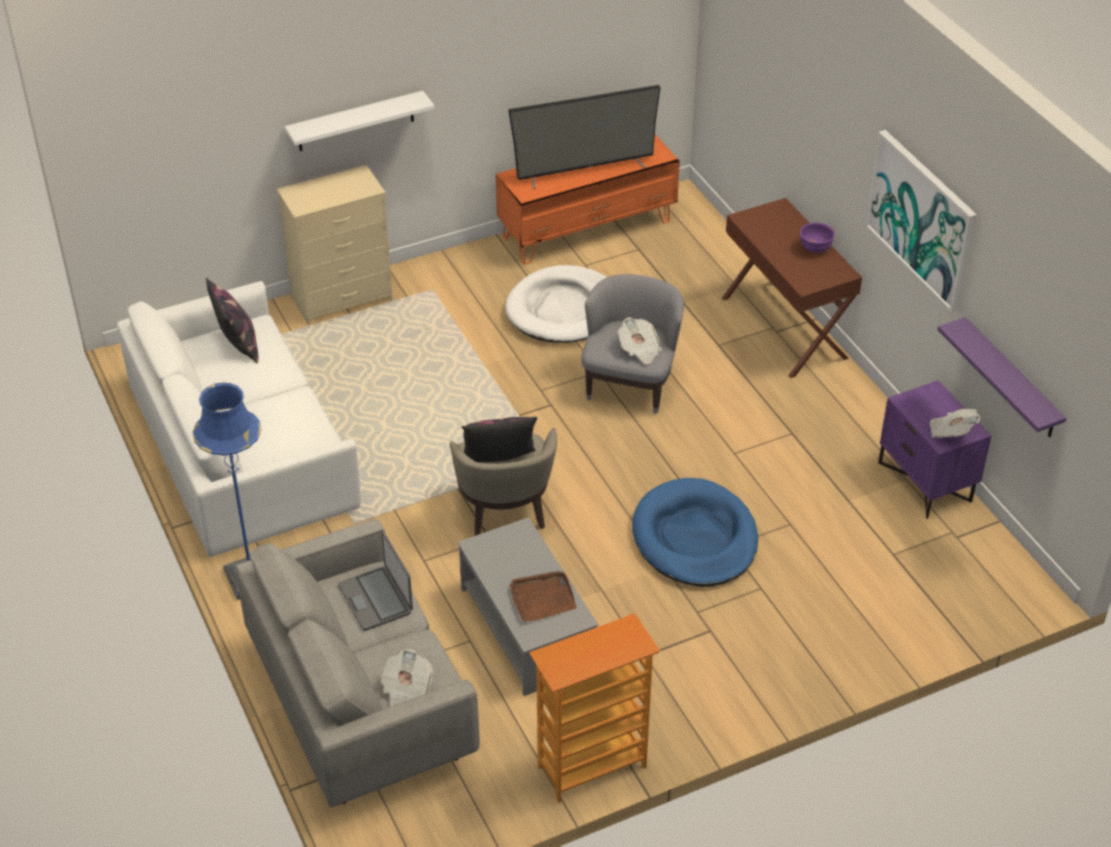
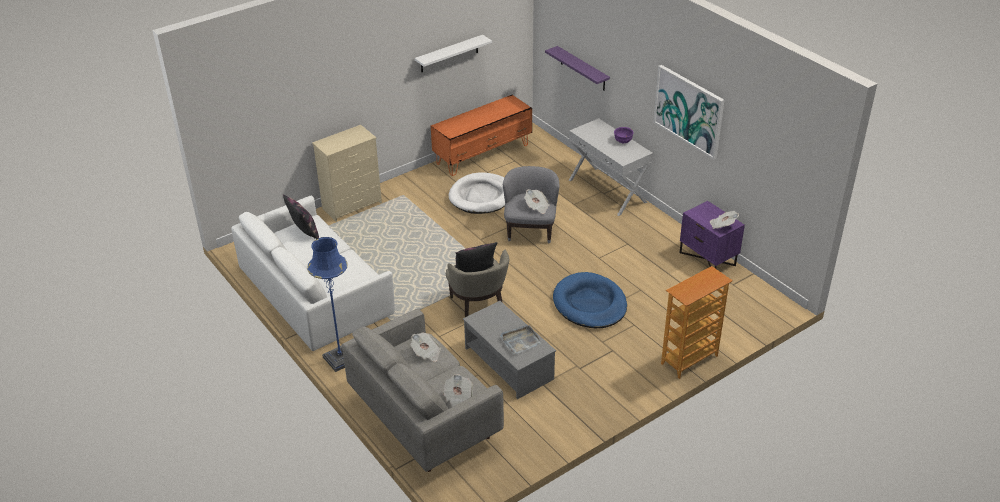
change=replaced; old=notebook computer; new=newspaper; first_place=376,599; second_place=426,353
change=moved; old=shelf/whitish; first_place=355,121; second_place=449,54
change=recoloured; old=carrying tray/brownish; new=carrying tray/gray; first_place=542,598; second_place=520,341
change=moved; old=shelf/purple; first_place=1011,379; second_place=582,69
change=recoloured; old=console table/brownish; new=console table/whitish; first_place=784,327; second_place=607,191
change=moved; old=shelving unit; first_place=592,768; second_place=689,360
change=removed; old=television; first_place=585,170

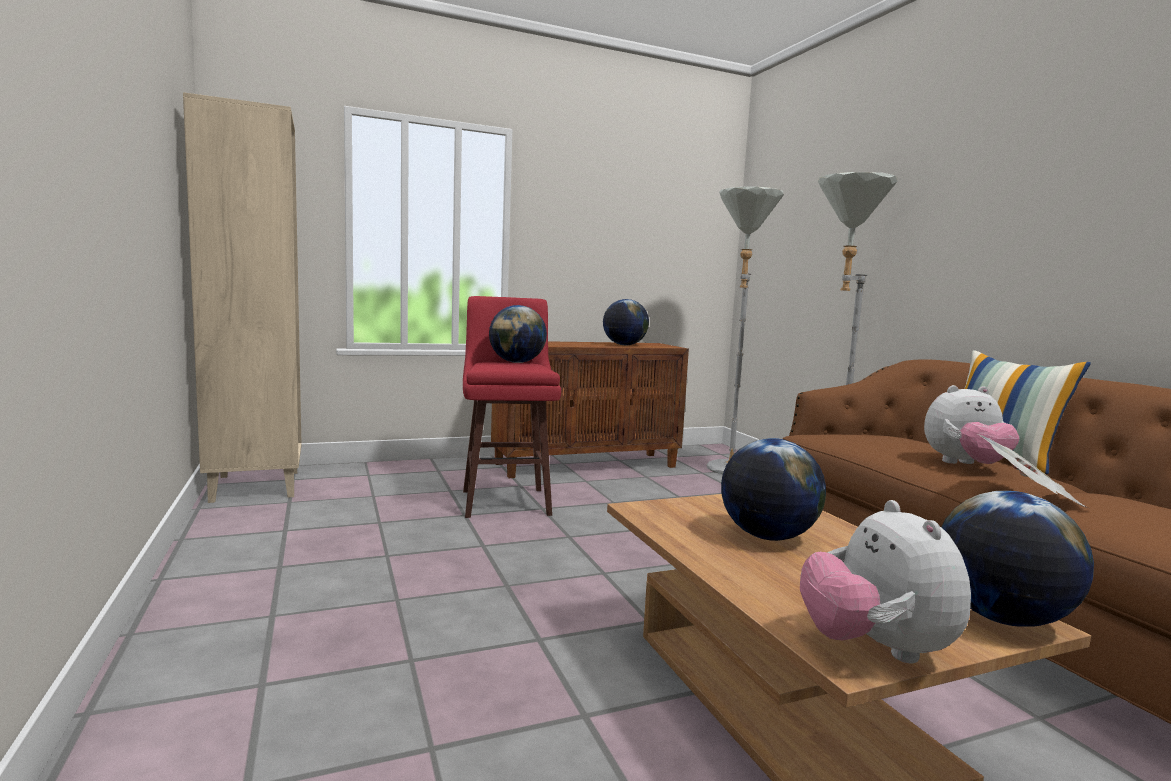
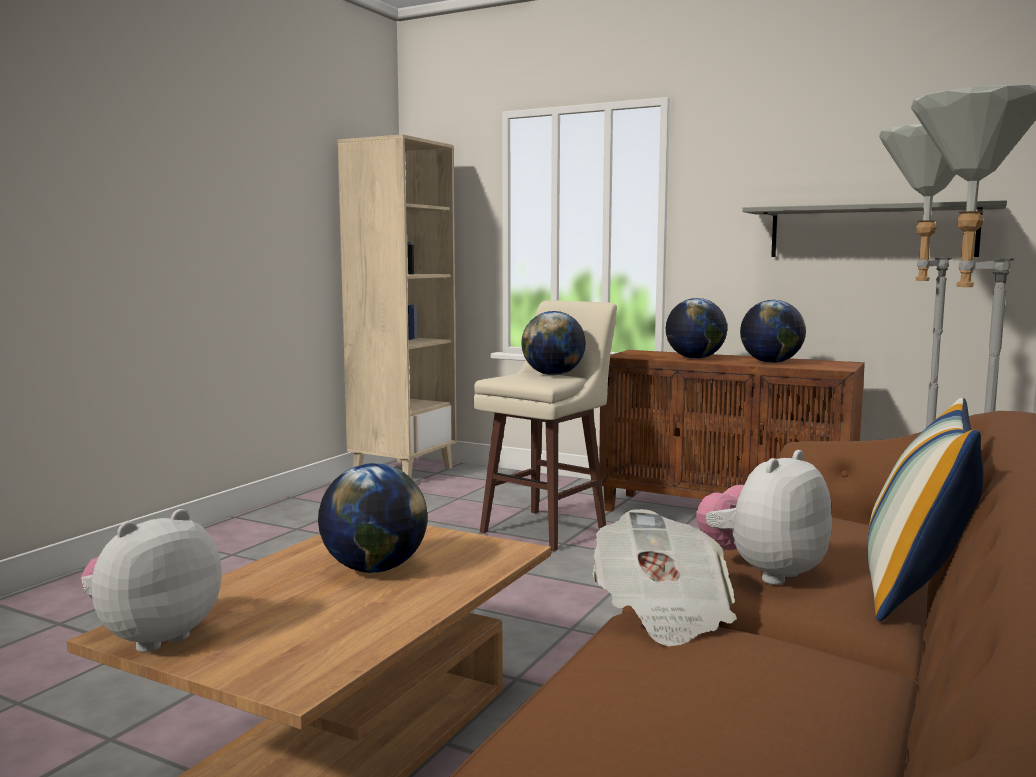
change=recoloured; old=stool/red; new=stool/sand-coloured; first_place=506,501; second_place=547,529
change=moved; old=globe; first_place=1001,618; second_place=695,358
change=turned; old=soft toy; first_place=965,465; second_place=764,573; degrees=90
change=added; new=shelf/gray; second_place=871,232

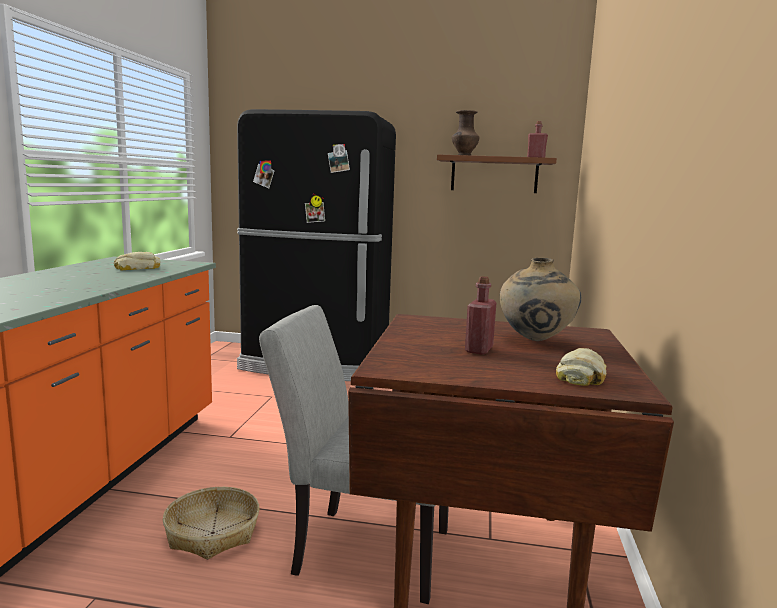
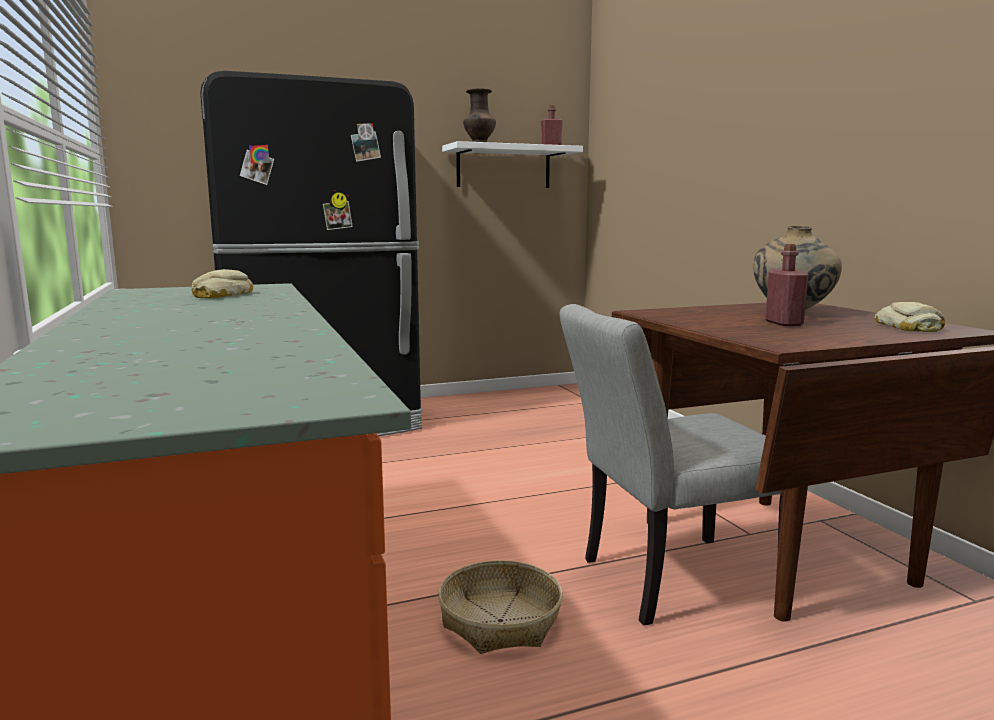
change=recoloured; old=shelf/brownish; new=shelf/whitish; first_place=494,175; second_place=503,167

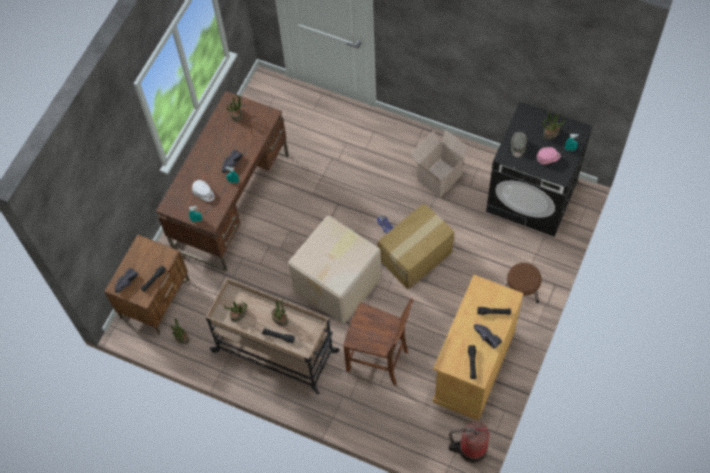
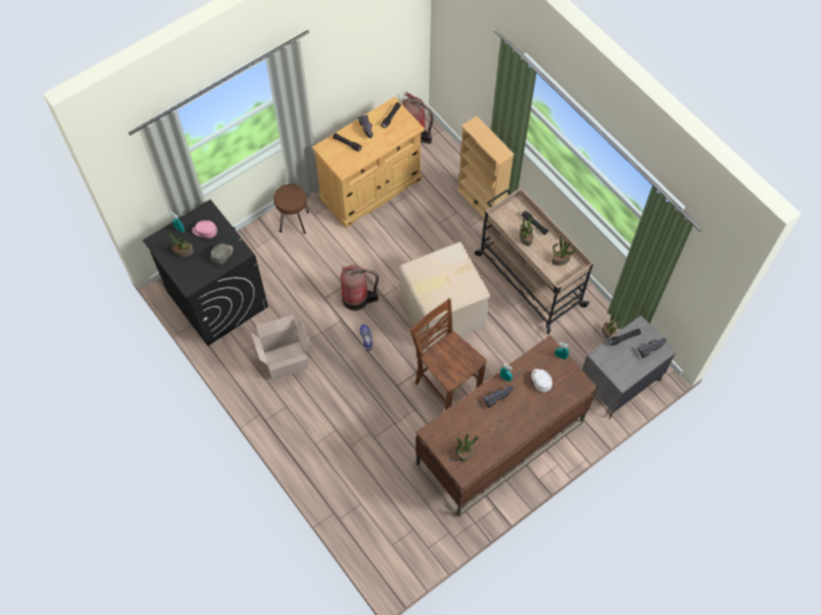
change=replaced; old=cardboard box; new=extinguisher; first_place=416,256; second_place=357,299
change=moved; old=upright chair/brownish; first_place=379,361; second_place=446,388
change=added; new=shelving unit/sand-coloured; second_place=481,203
change=recoloured; old=night table/brownish; new=night table/gray; first_place=155,298; second_place=618,382

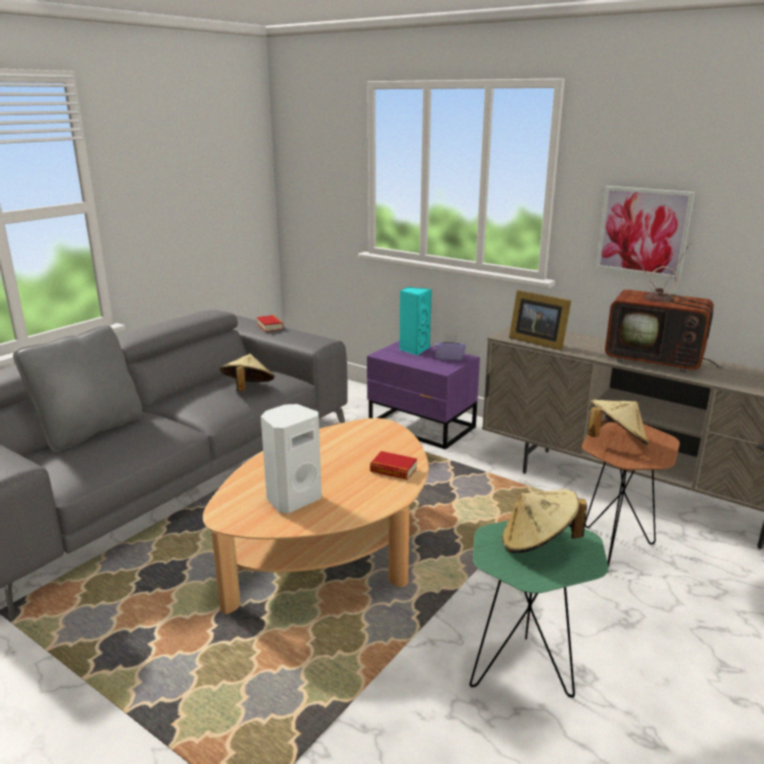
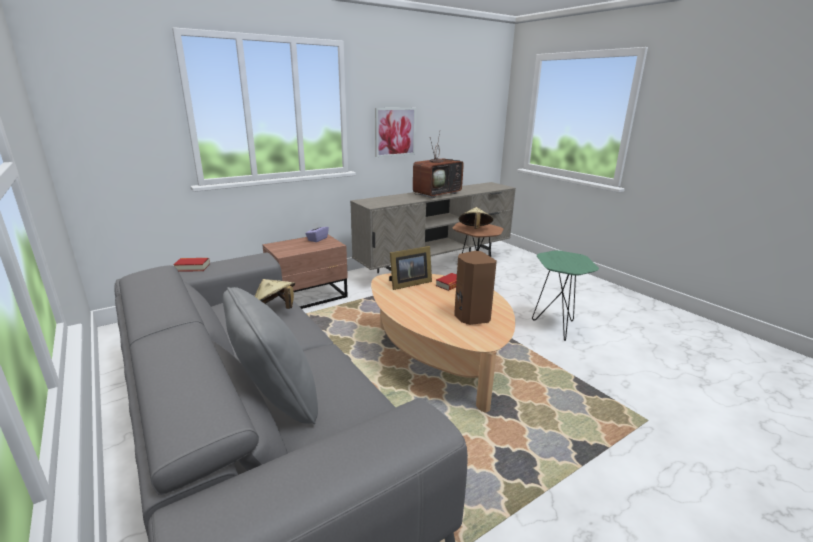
change=recoloured; old=night table/purple; new=night table/brownish; first_place=422,427; second_place=309,297
change=moved; old=standing frame; first_place=536,341; second_place=408,284
change=recoloured; old=audio speaker/whitish; new=audio speaker/brownish; first_place=292,499; second_place=470,317
change=removed; old=audio speaker/turquoise; first_place=414,349
change=removed; old=hat/sand-coloured; first_place=538,544

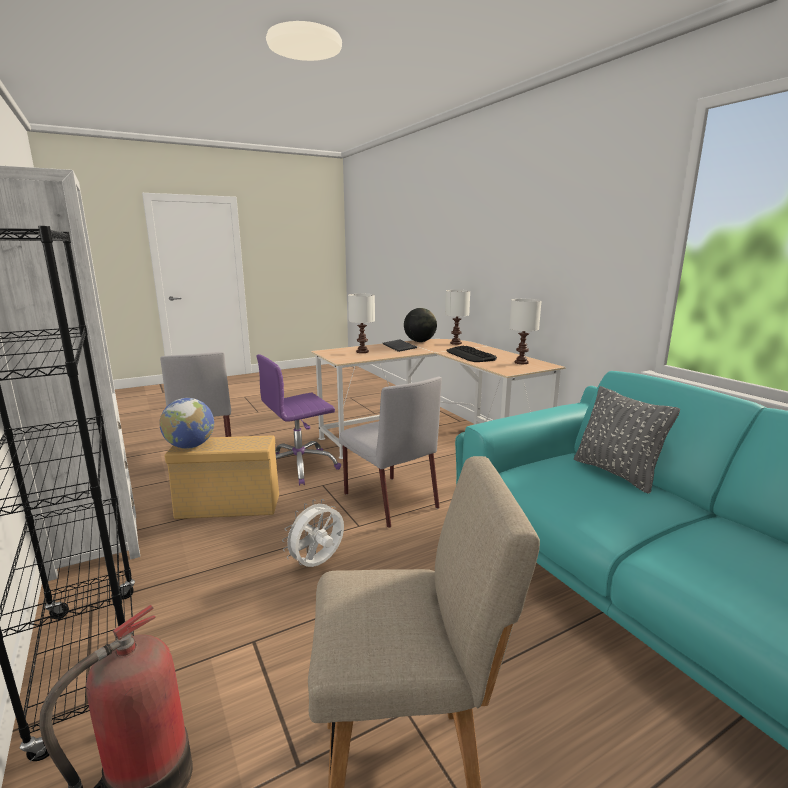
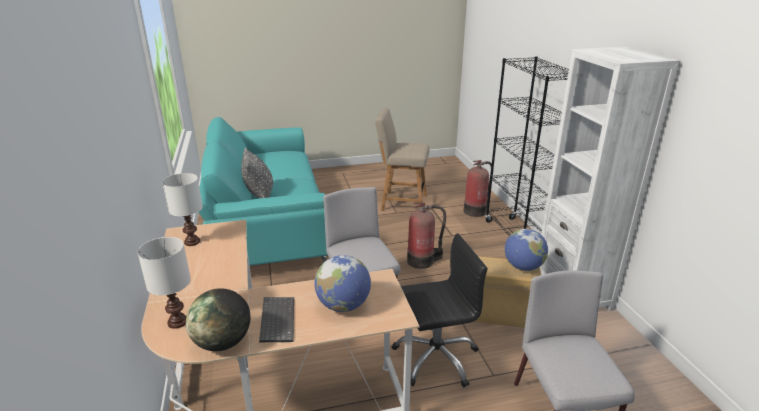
change=replaced; old=tabletop lamp/whitish; new=globe; first_place=363,352; second_place=343,306
change=recoloured; old=desk chair/purple; new=desk chair/black-coloured; first_place=299,467; second_place=435,358
change=replaced; old=cooling fan/whitish; new=extinguisher; first_place=318,564; second_place=422,261
change=removed; old=keyboard; first_place=470,355

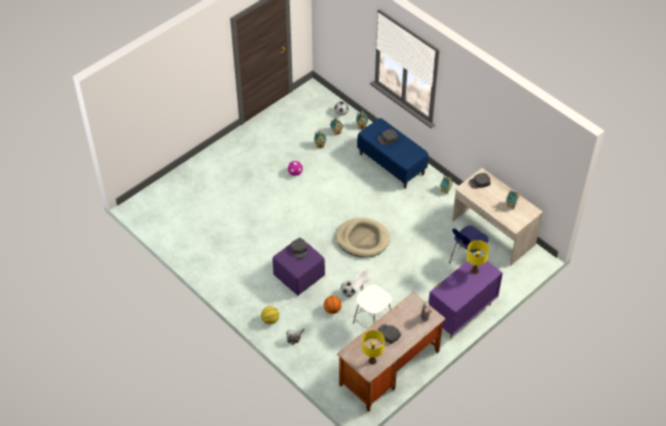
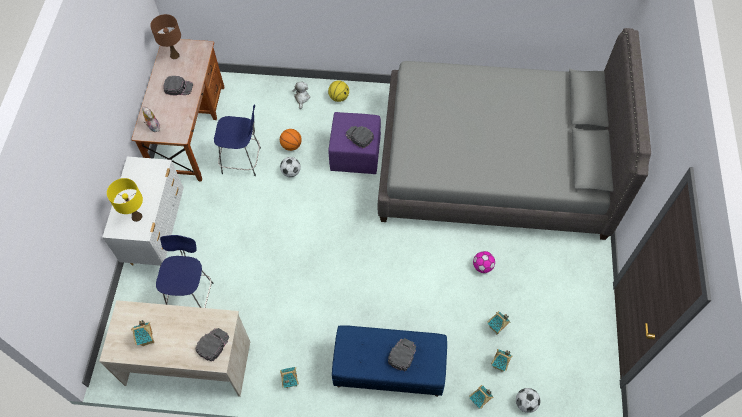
change=recoloured; old=chest of drawers/purple; new=chest of drawers/whitish; first_place=461,314; second_place=157,231
change=recoloured; old=tabletop lamp/yellowish; new=tabletop lamp/brownish; first_place=372,361; second_place=174,55
change=recoloured; old=stool/whitish; new=stool/blue-coloured; first_place=371,322; second_place=243,160
change=added; new=bed/gray; second_place=494,164
change=removed; old=pet bed/sand-coloured; first_place=362,239

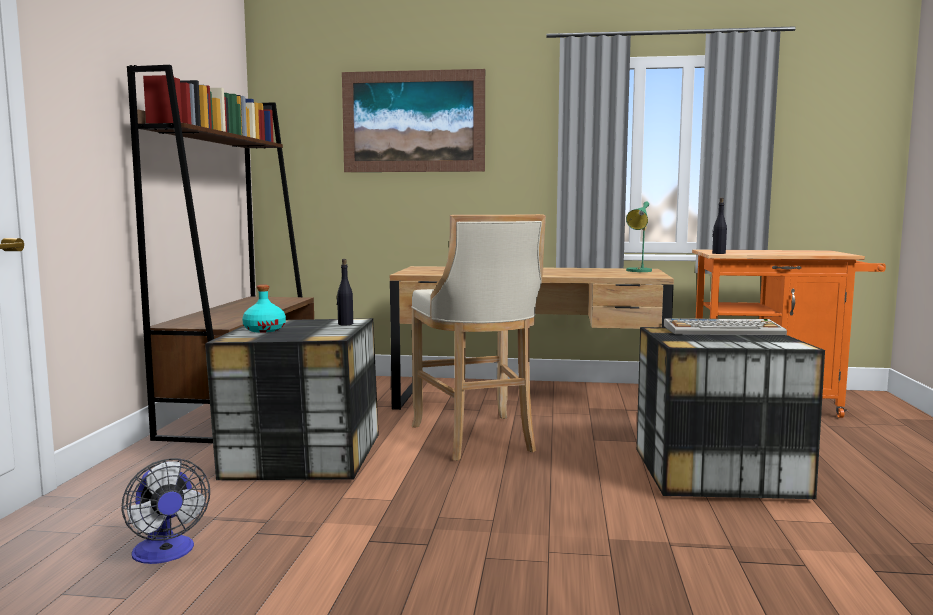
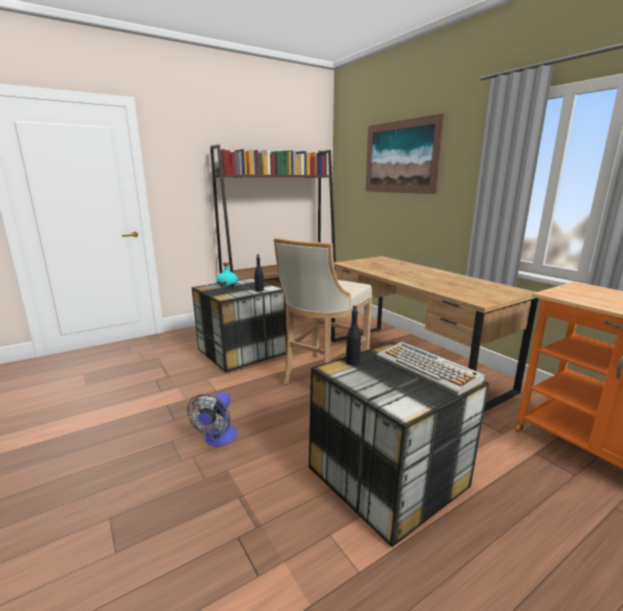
change=moved; old=cooling fan; first_place=166,554; second_place=218,439
change=moved; old=beverage bottle/black-coloured; first_place=718,253; second_place=352,362
change=removed; old=tabletop lamp/green; first_place=638,271

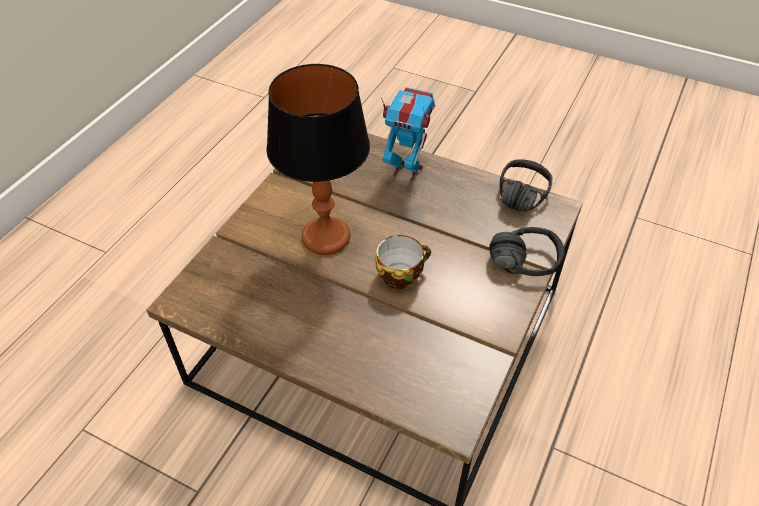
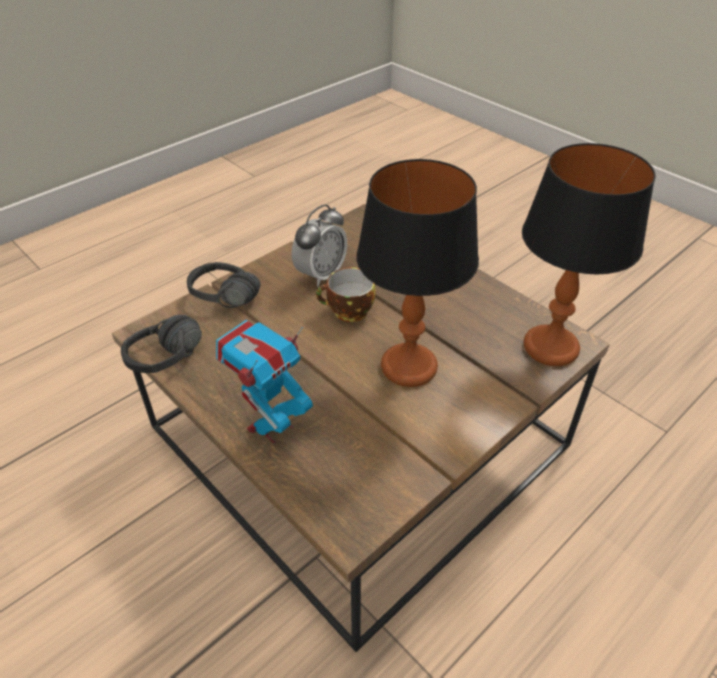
change=turned; old=toy robot; first_place=406,170; second_place=271,426; degrees=90
change=added; new=table clock; second_place=321,274
change=added; new=tabletop lamp; second_place=551,348

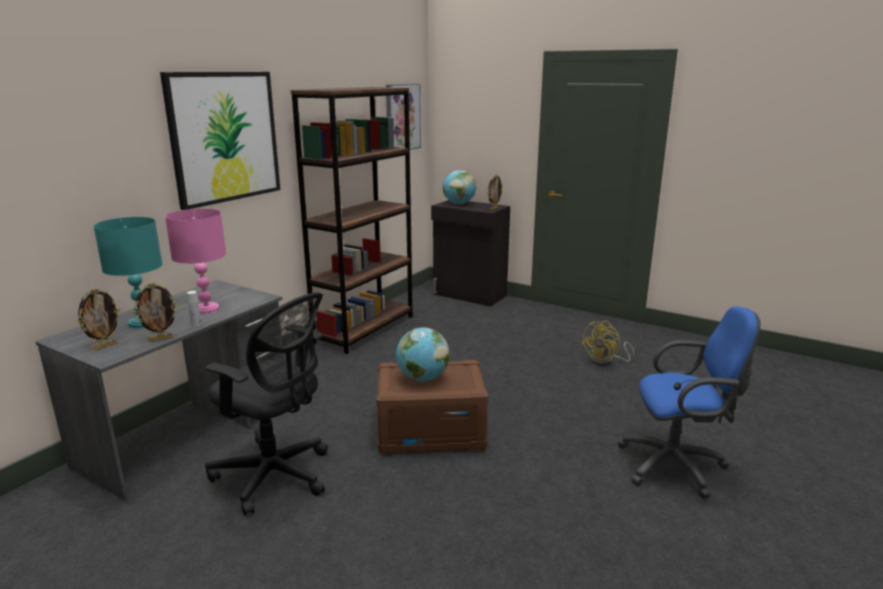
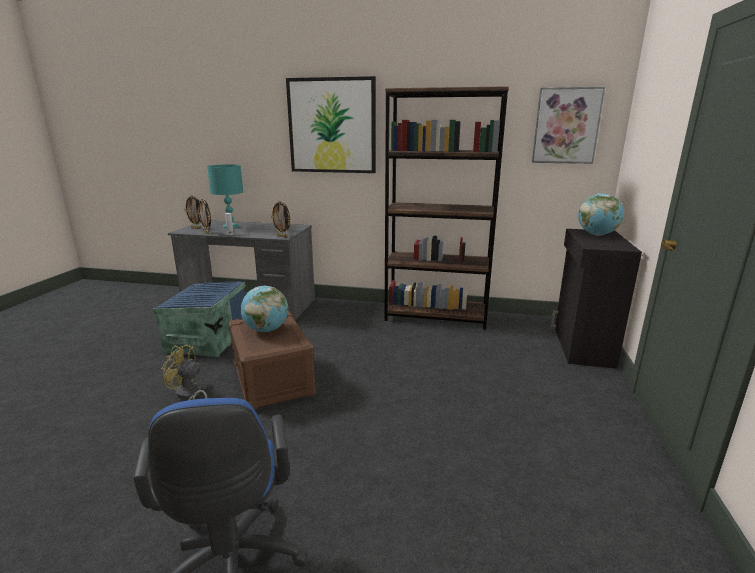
change=replaced; old=desk chair/black-coloured; new=storage box/blue-coloured; first_place=276,476; second_place=206,339
change=moved; old=cooling fan/yellowish; first_place=606,361; second_place=189,396
change=moved; old=standing frame; first_place=494,209; second_place=282,236
change=removed; old=tabletop lamp/pink-coloured; first_place=207,309

